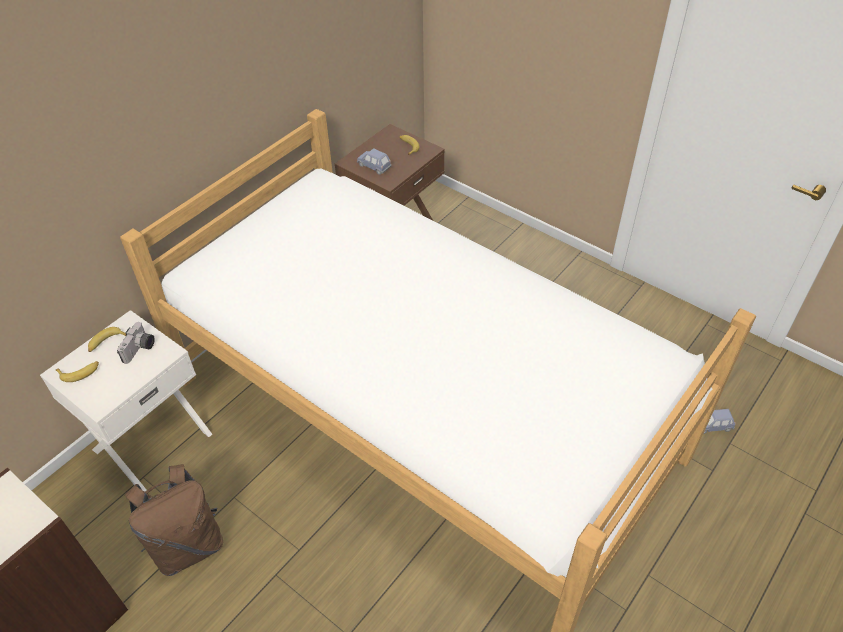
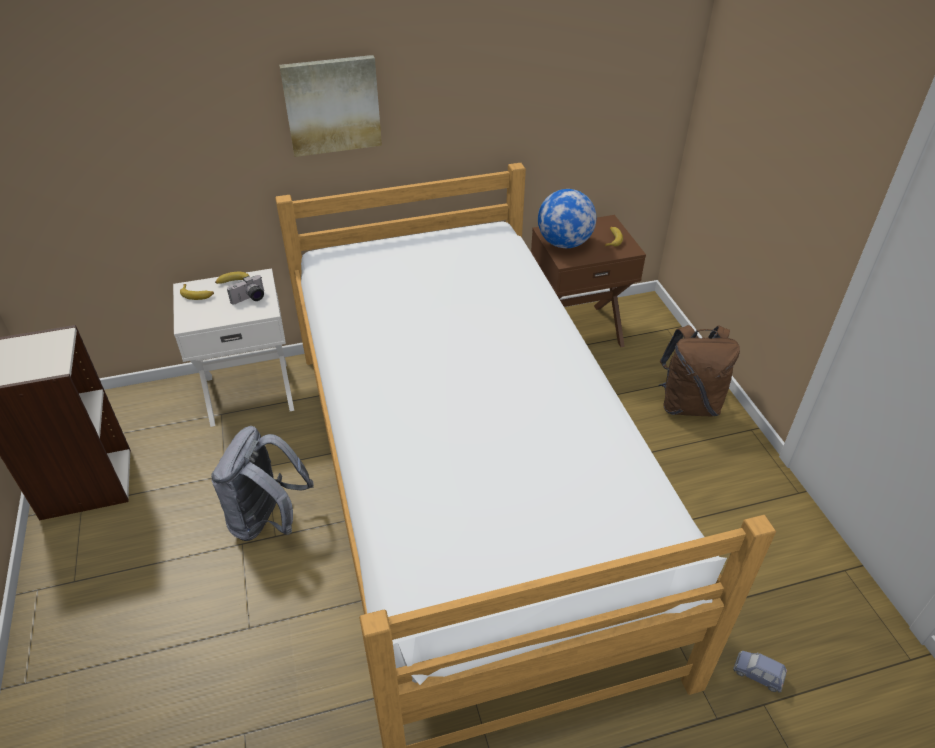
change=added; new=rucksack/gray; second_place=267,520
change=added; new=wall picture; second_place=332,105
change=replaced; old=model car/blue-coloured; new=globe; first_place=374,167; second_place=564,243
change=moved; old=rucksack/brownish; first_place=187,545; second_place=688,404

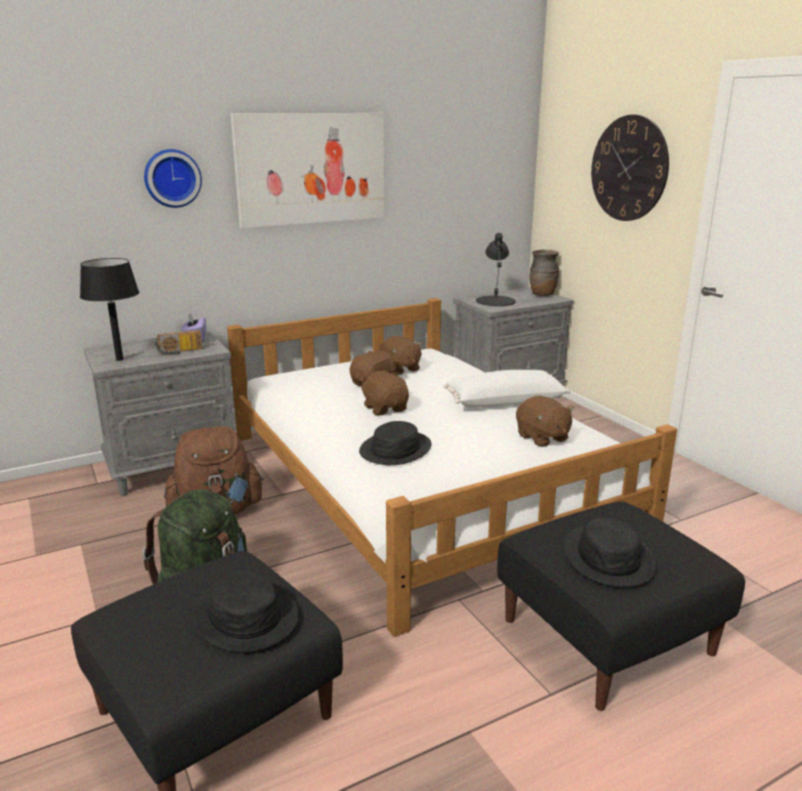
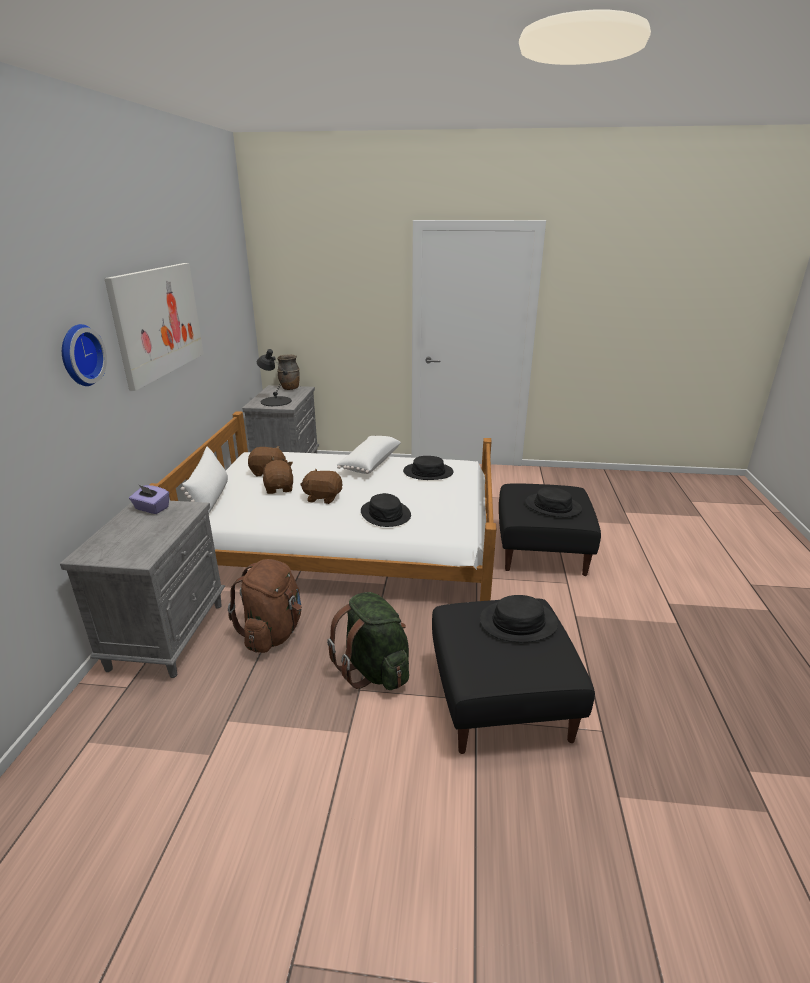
change=added; new=throw pillow/whitish; second_place=210,499
change=replaced; old=soft toy/brownish; new=hat/black-coloured; first_place=542,438; second_place=428,472
change=removed; old=tabletop lamp/black-coloured; first_place=119,359
change=removed; old=radio set; first_place=179,352
change=removed; old=wall clock; first_place=629,168

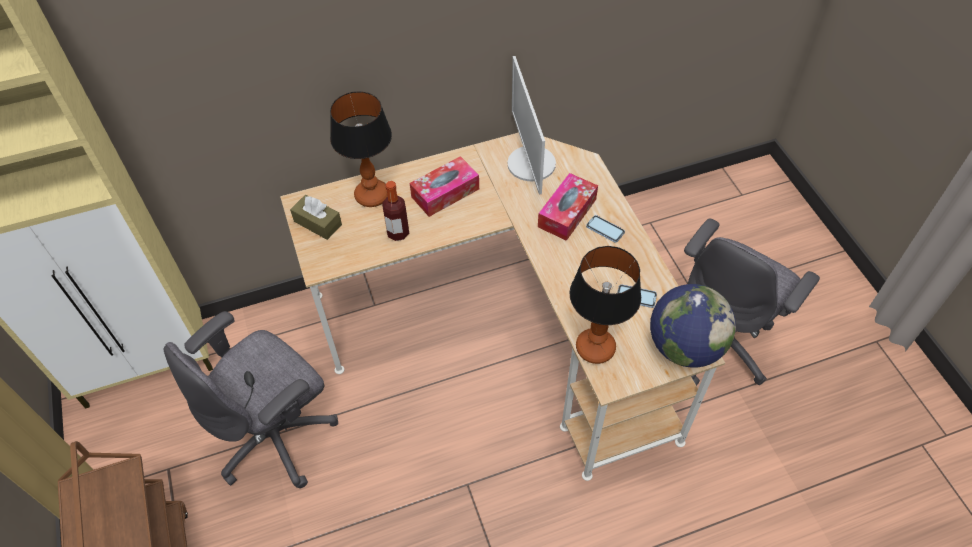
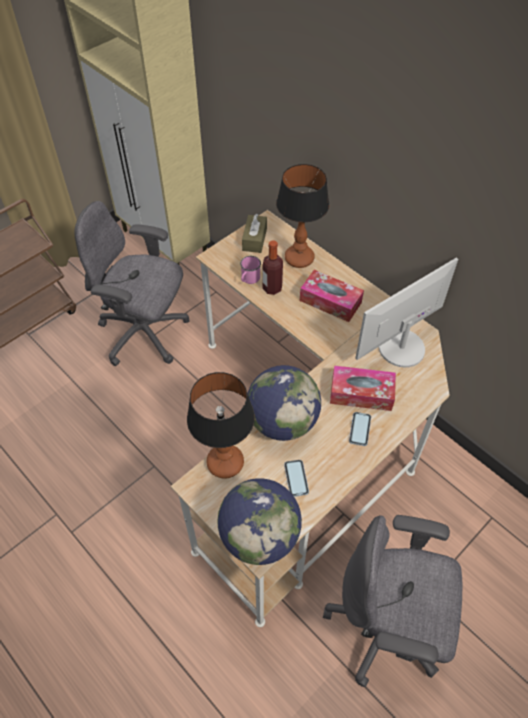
change=added; new=coffee mug/pink-coloured; second_place=249,279
change=added; new=globe; second_place=282,421

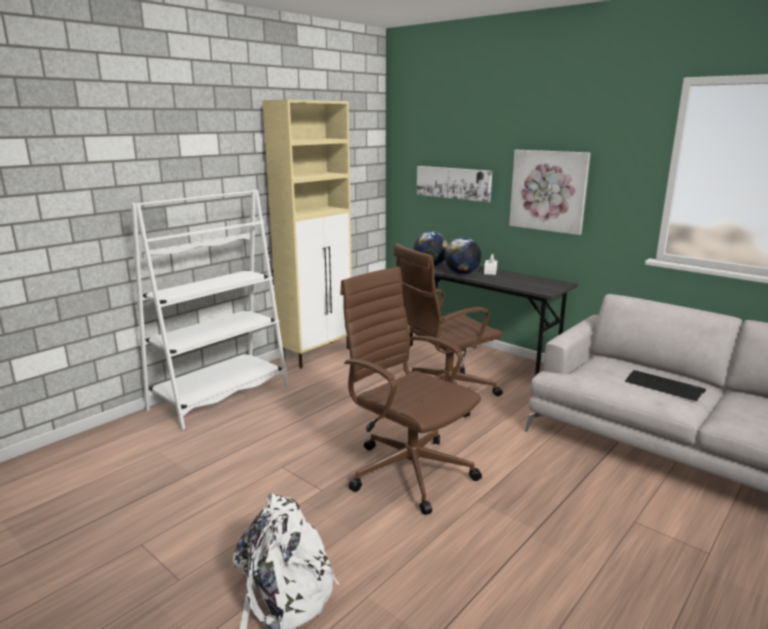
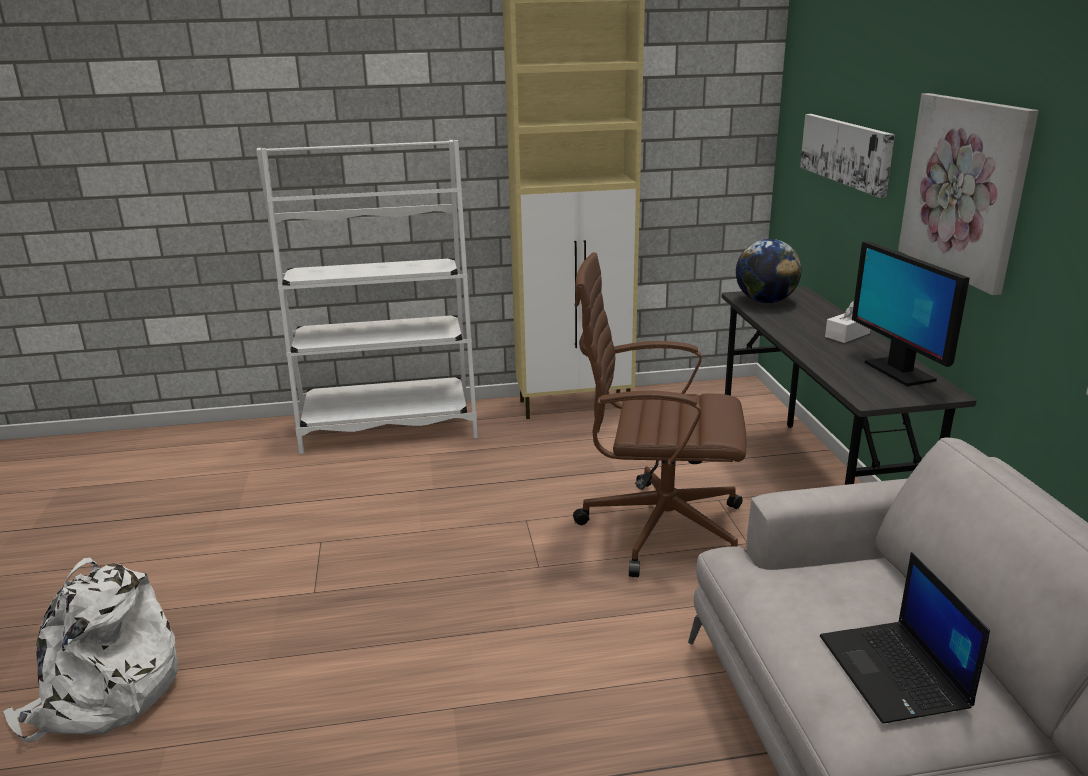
change=replaced; old=keyboard; new=notebook computer; first_place=663,386; second_place=895,673
change=added; new=monitor; second_place=898,371
change=removed; old=desk chair/brownish; first_place=408,470
change=removed; old=globe; first_place=462,273

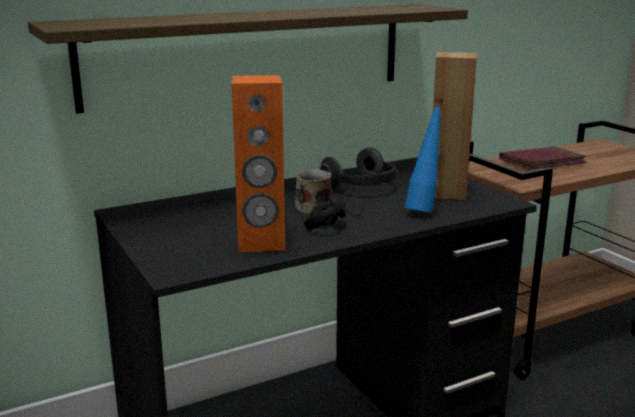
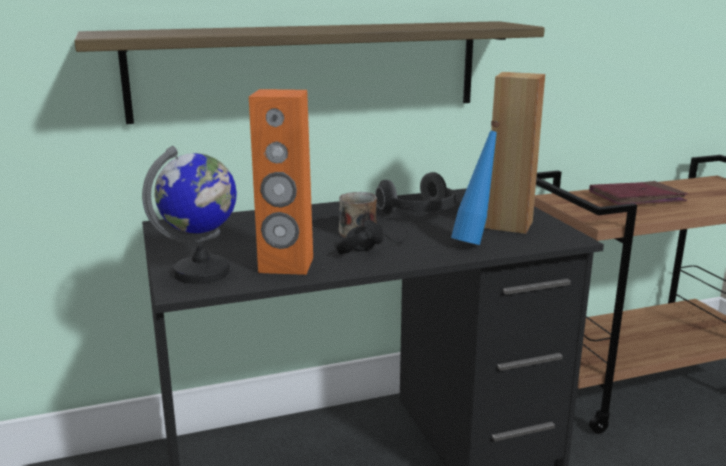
change=added; new=globe; second_place=202,273

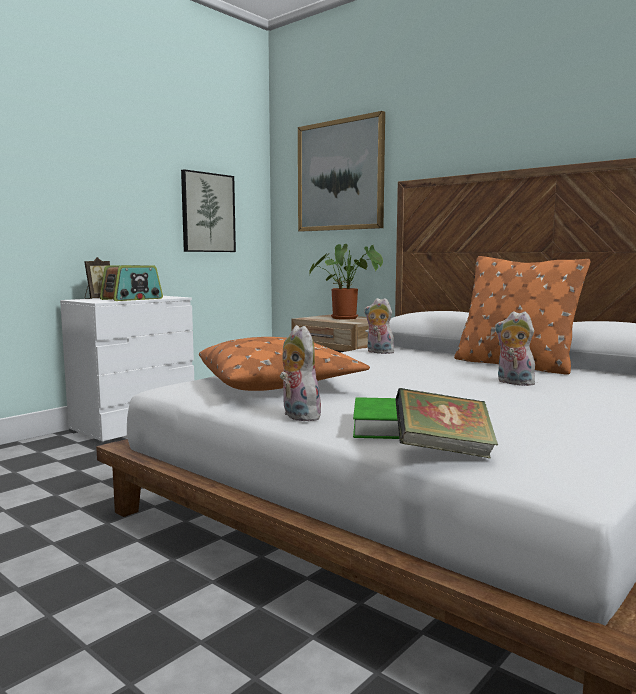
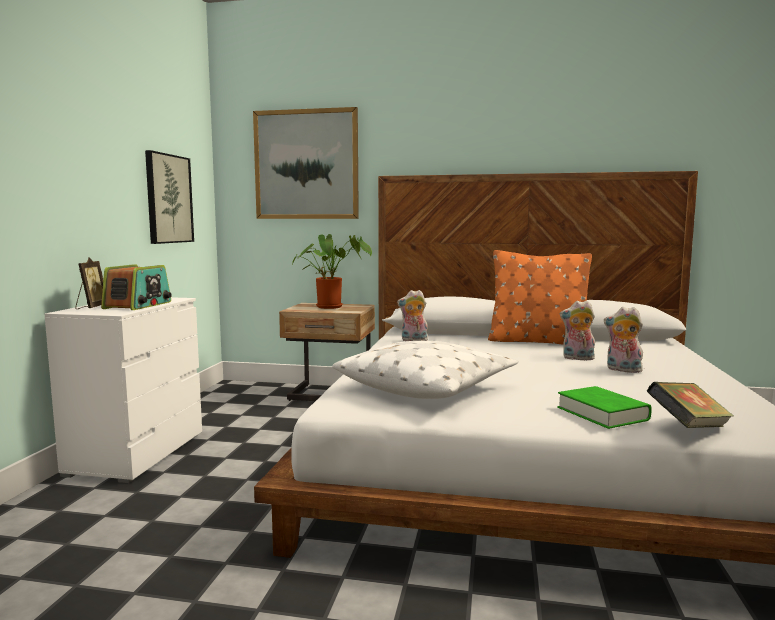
change=recoloured; old=throw pillow/orangey; new=throw pillow/whitish; first_place=279,383; second_place=427,386
change=moved; old=soft toy; first_place=297,416; second_place=622,370

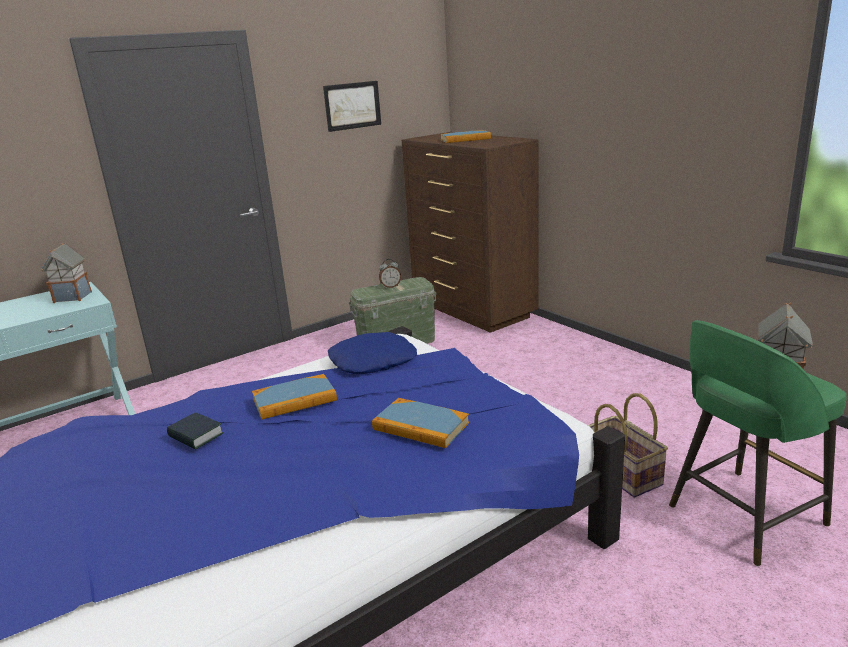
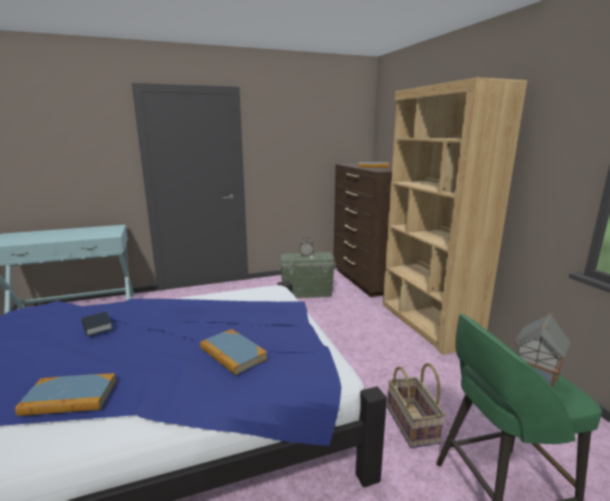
change=moved; old=volume; first_place=294,400; second_place=70,397
change=added; new=shelving unit/brownish; second_place=427,323
change=removed; old=model house; first_place=73,297
change=removed; old=wall picture; first_place=352,105
change=removed; old=throw pillow/blue-coloured; first_place=372,361

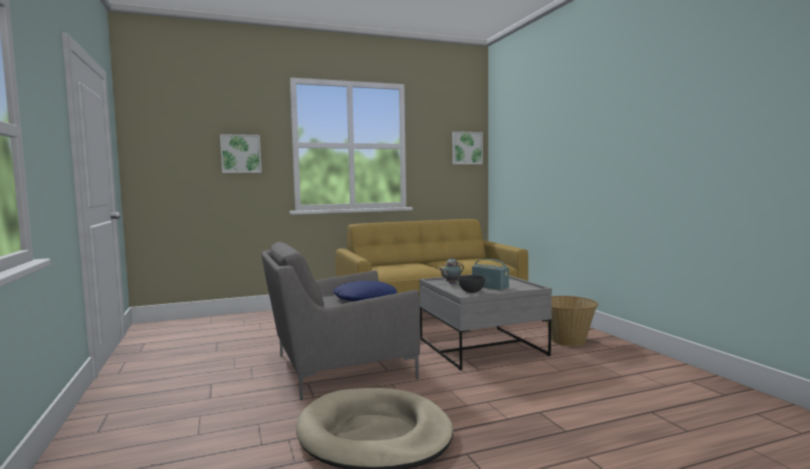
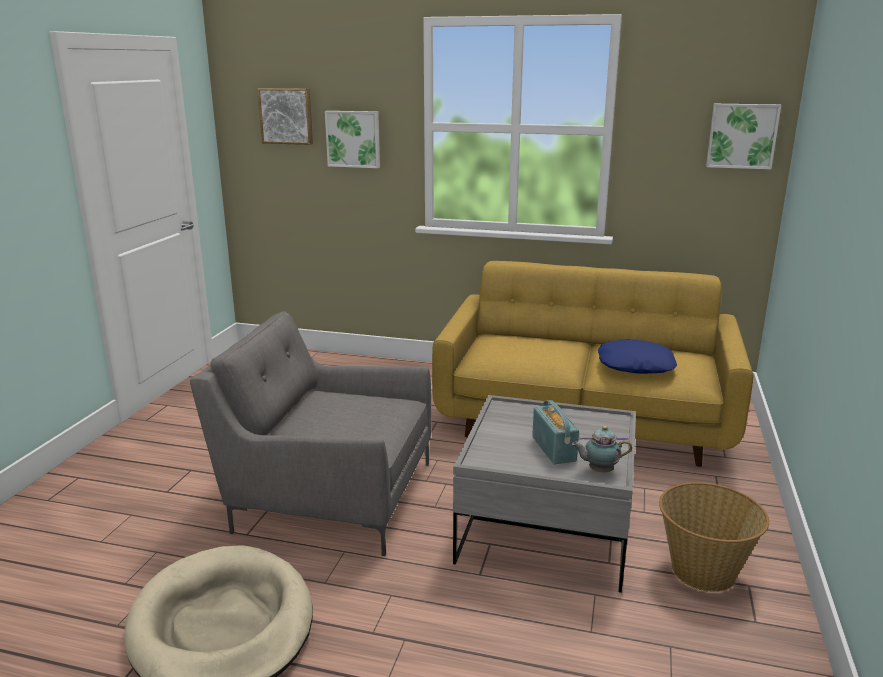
change=added; new=wall picture; second_place=286,116
change=moved; old=tea pot; first_place=451,283; second_place=599,470
change=moved; old=throw pillow/blue-coloured; first_place=364,298; second_place=635,365
change=removed; old=deep dish/gray; first_place=471,292

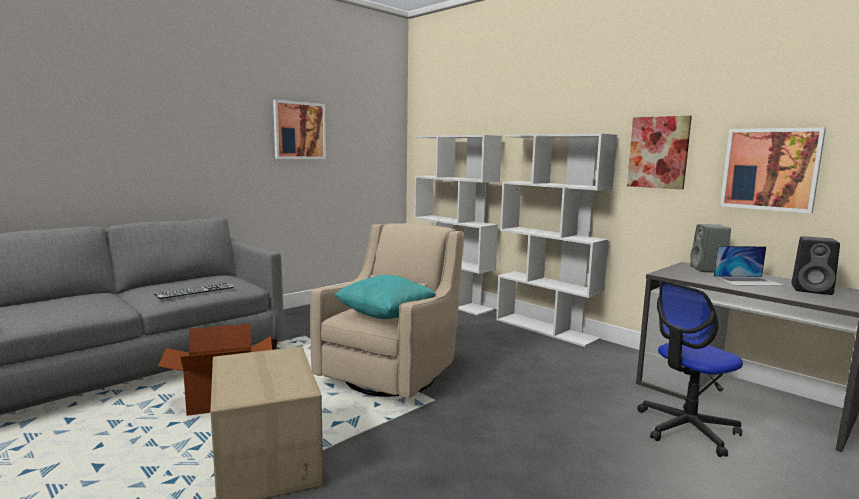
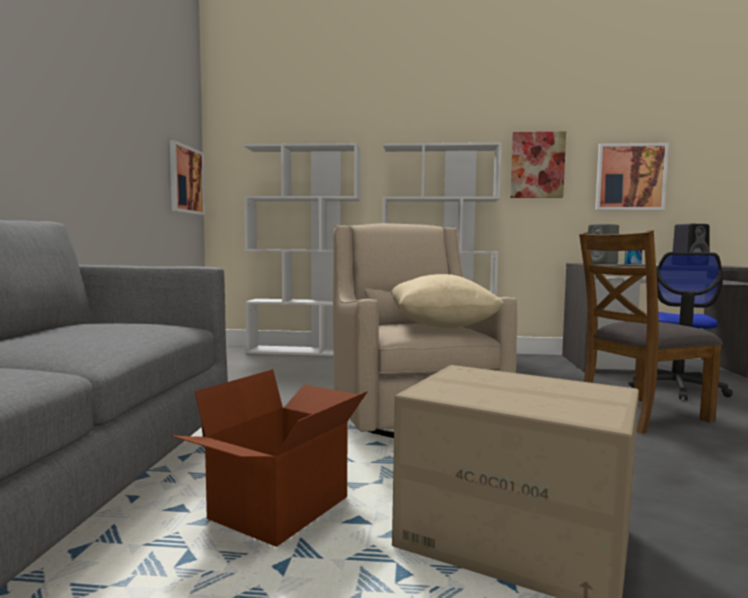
change=moved; old=wall picture; first_place=299,130; second_place=186,180
change=recoloured; old=throw pillow/turquoise; new=throw pillow/sand-coloured; first_place=386,315; second_place=441,327
change=added; new=upright chair/brownish; second_place=641,414
change=removed; old=keyboard; first_place=195,291

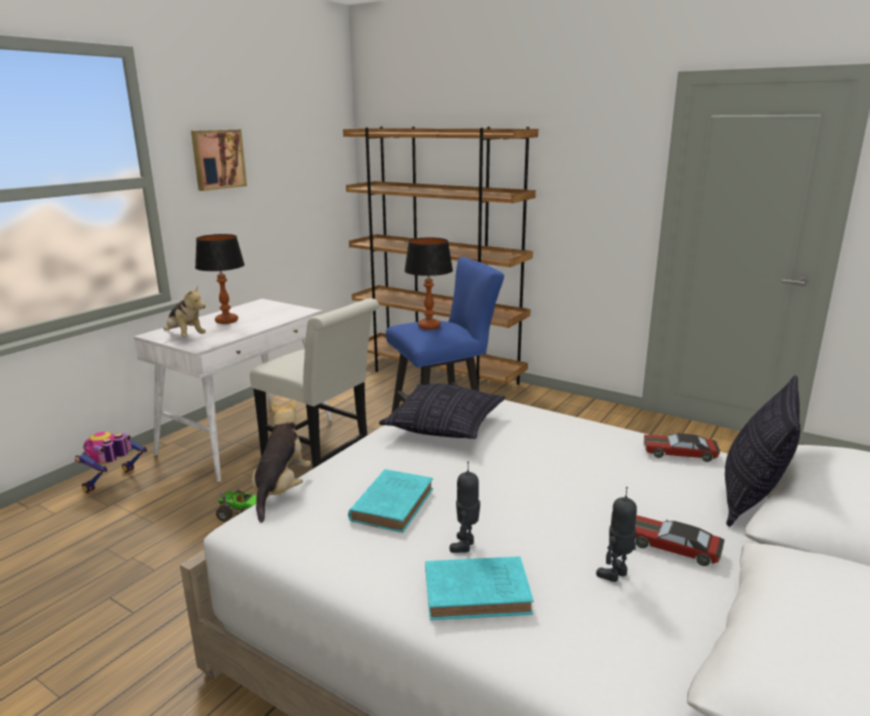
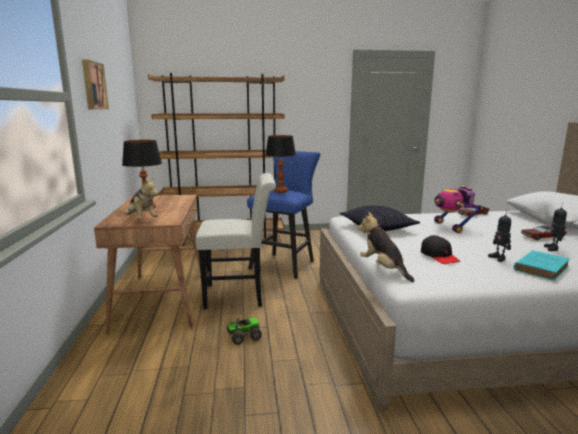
change=recoloured; old=desk/whitish; new=desk/brownish; first_place=247,436; second_place=161,299
change=turned; old=soft toy; first_place=185,337; second_place=141,220; degrees=45
change=replaced; old=volume/turquoise; new=baseball cap/black-coloured; first_place=393,503; second_place=439,256
change=moved; old=toy robot; first_place=114,482; second_place=452,227
change=removed; old=throw pillow; first_place=751,499

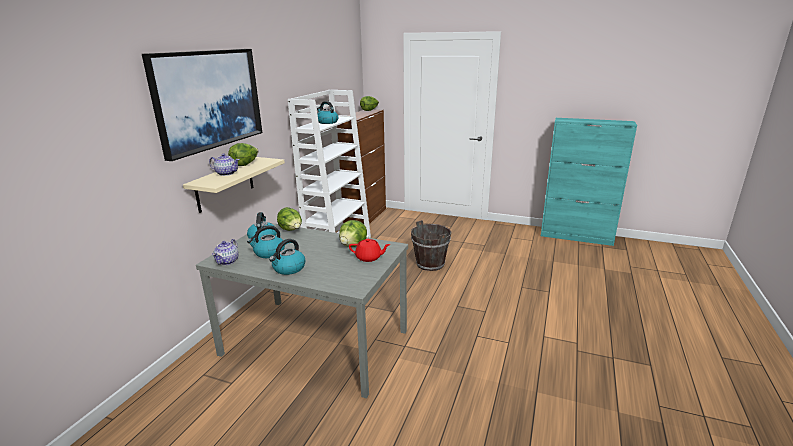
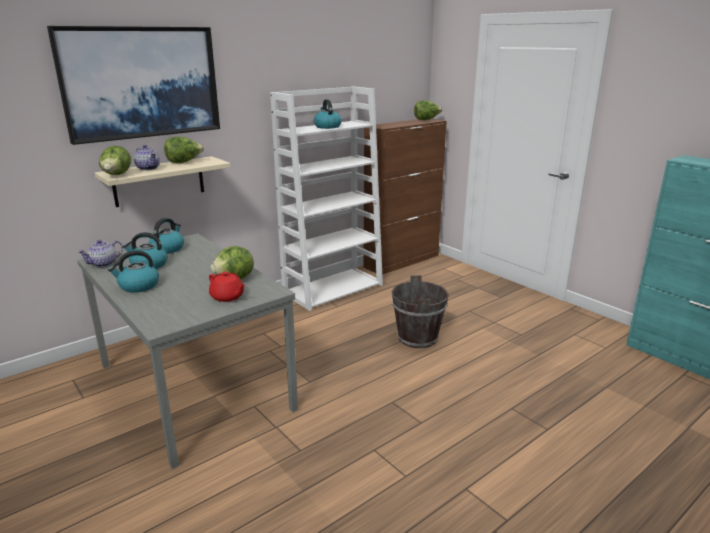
change=moved; old=lettuce; first_place=291,230; second_place=117,175

